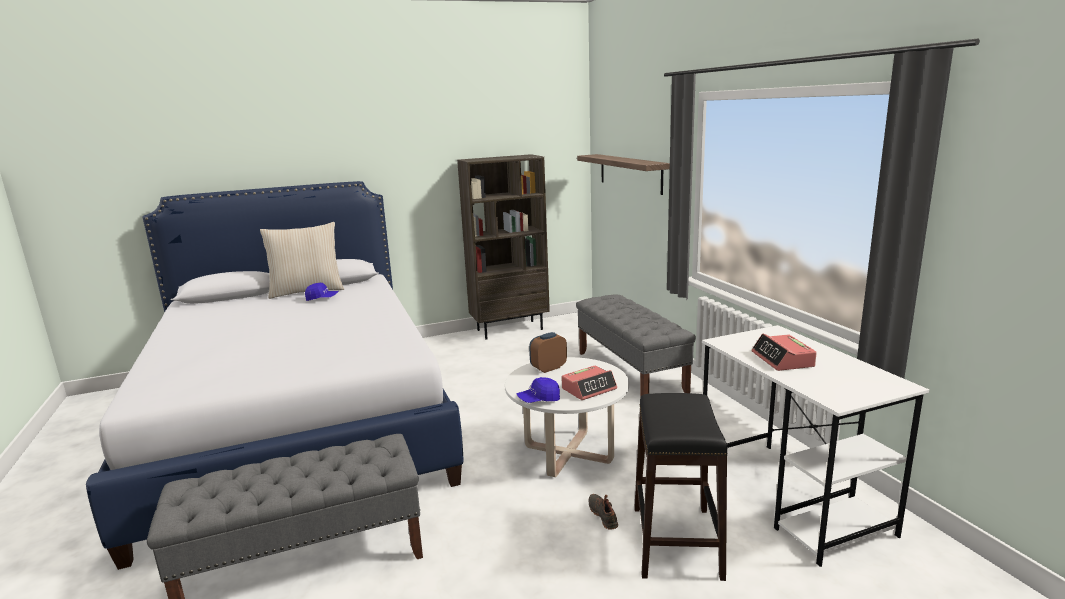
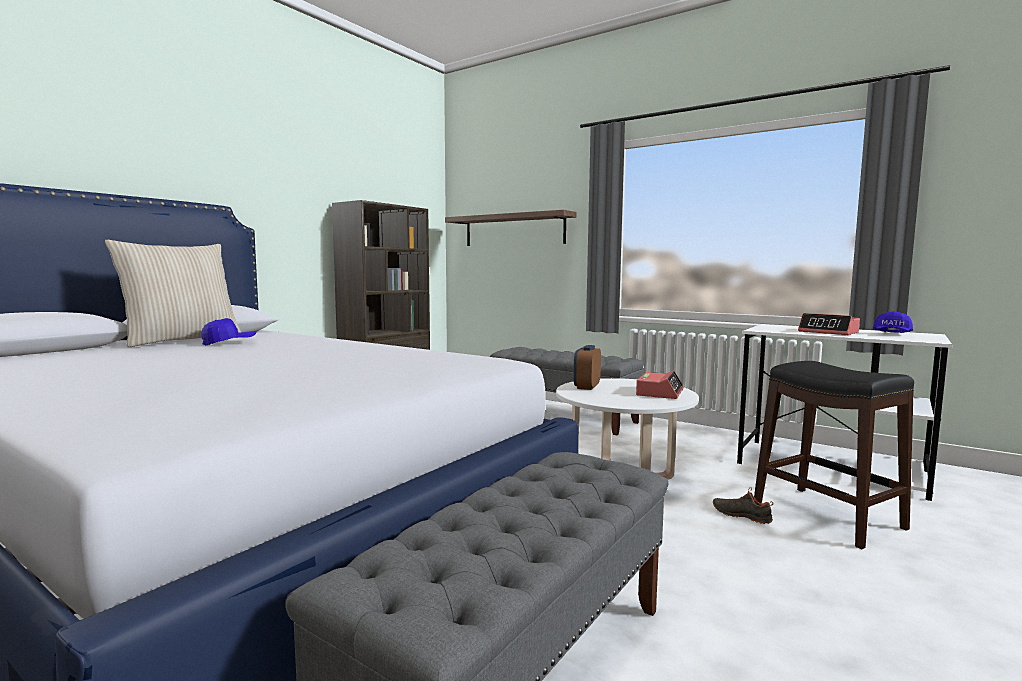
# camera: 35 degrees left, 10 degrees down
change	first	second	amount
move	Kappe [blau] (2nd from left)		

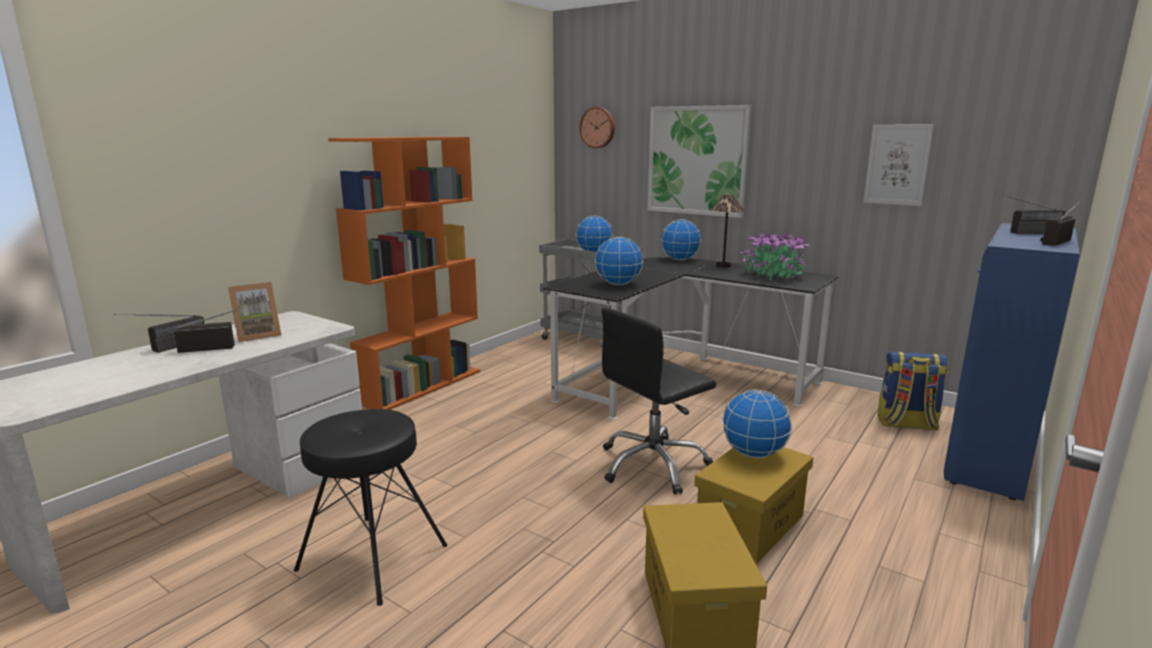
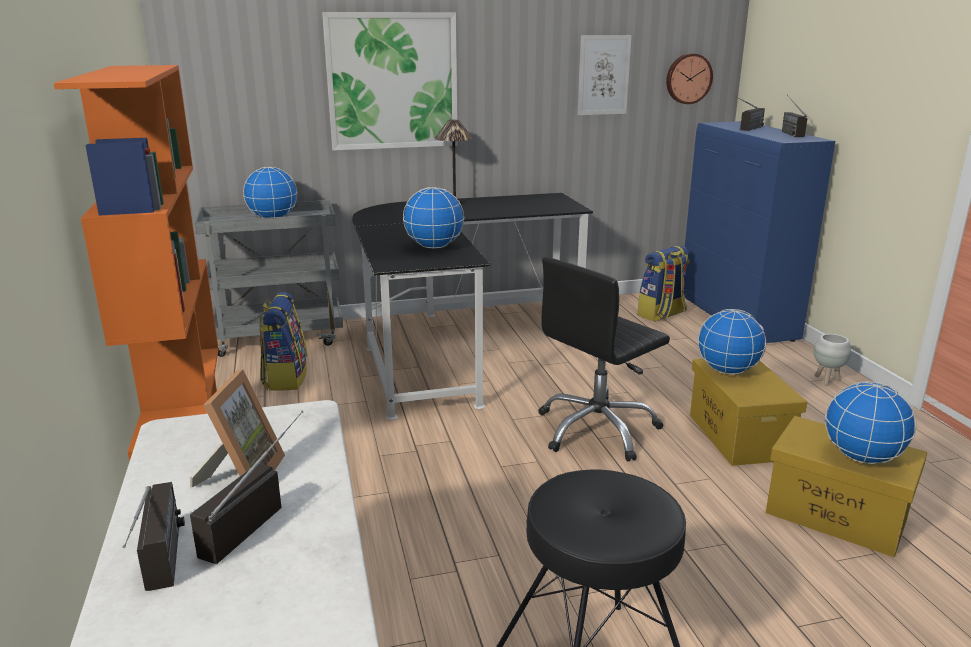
# camera: 50 degrees left, 5 degrees up
change	first	second	amount
delete	Topfpflanze		
insert		Rucksack (1st from left)	
insert		Pflanzkübel [weiß]	
move	Wanduhr		
move	Globus (3rd from left in the first image)	Globus (4th from left)	
rotate	Bürostuhl [schwarz]		45 degrees clockwise

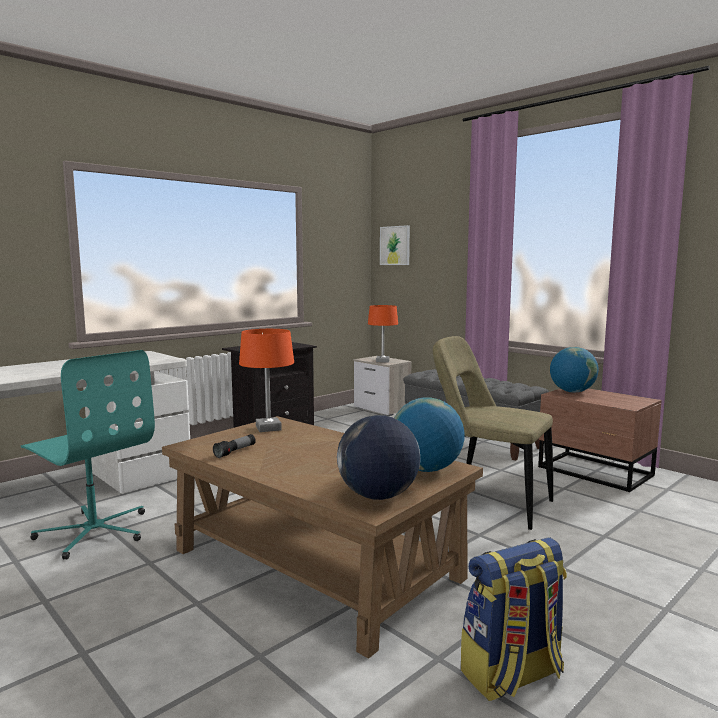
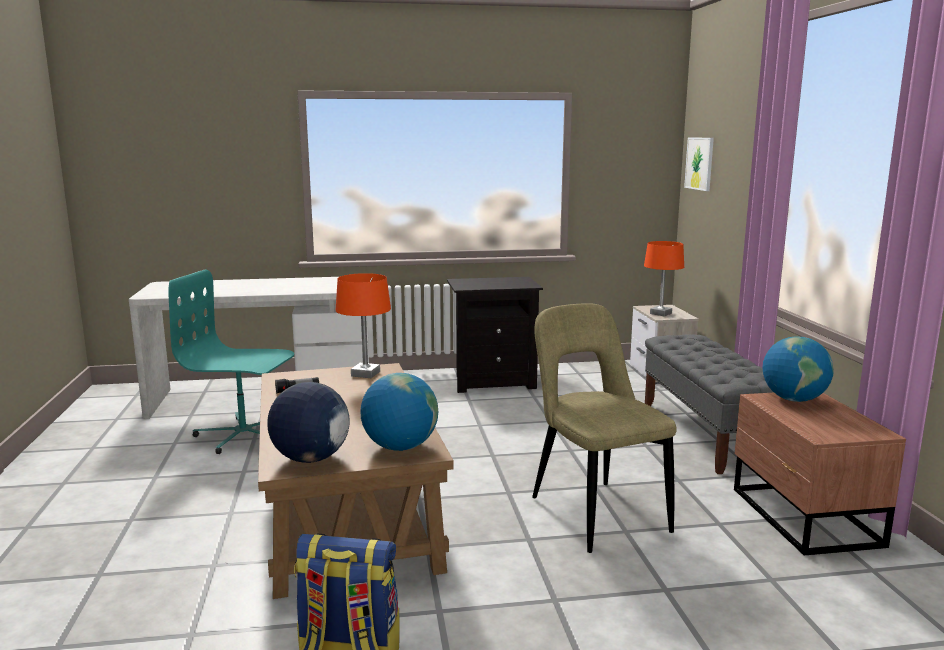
# camera: 35 degrees right, 5 degrees up
change	first	second	amount
rotate	Bürostuhl [türkis]		120 degrees clockwise

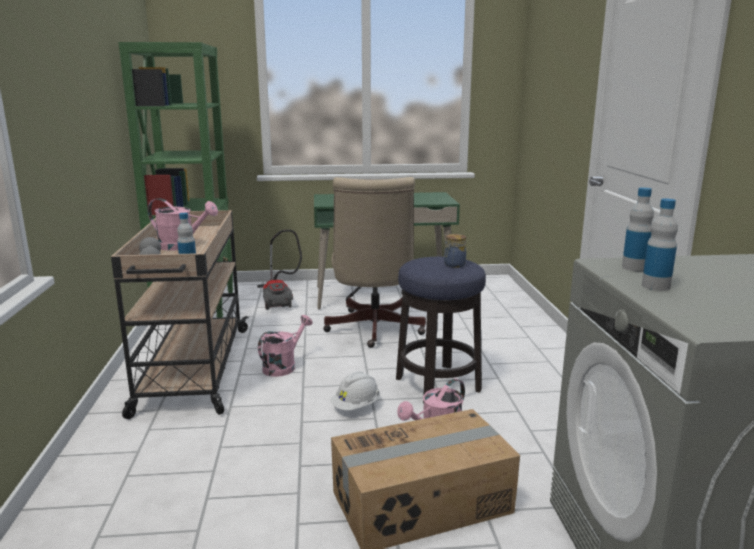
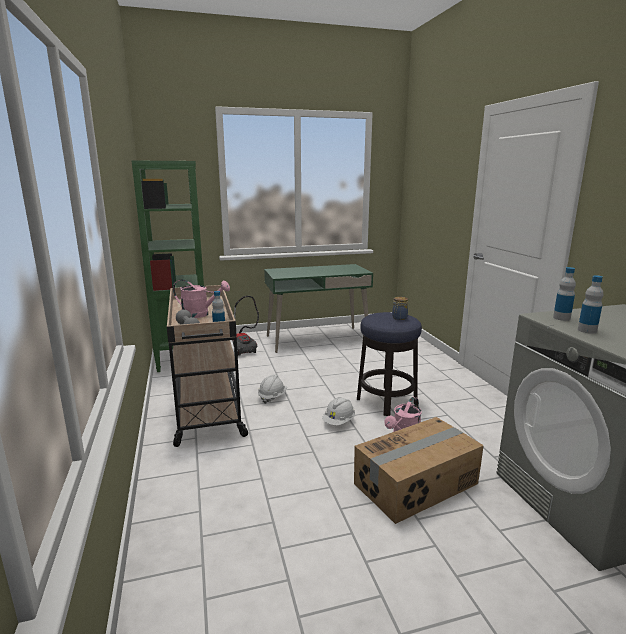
# camera: 10 degrees left, 0 degrees up
change	first	second	amount
delete	Bürostuhl [beige]		
replace	Gießkanne [rosa] (2nd from left)	Schutzhelm [weiß] (1st from left)	

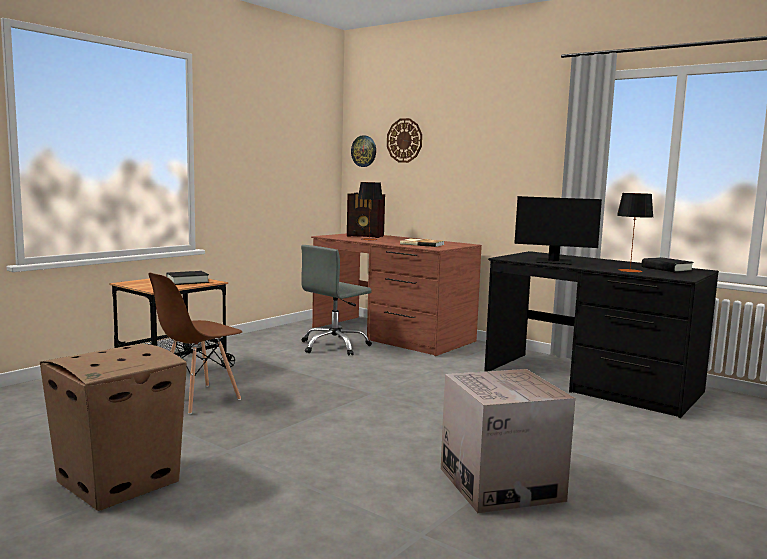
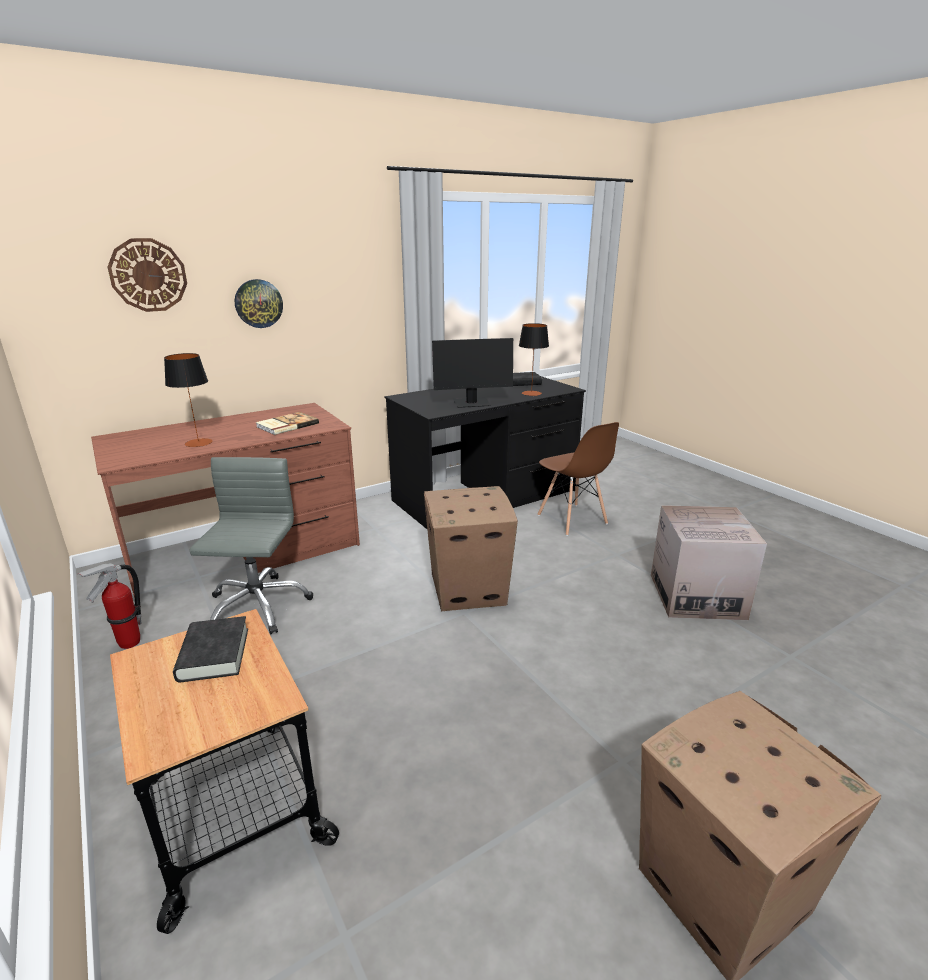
# camera: 70 degrees left, 15 degrees up
change	first	second	amount
delete	Radio		
insert		Feuerlöscher	
insert		Karton (1st from left)	
move	Stuhl [braun]		
move	Wanduhr (1st from left in the first image)	Wanduhr (2nd from left)	
rotate	Bürostuhl [grau]		150 degrees counterclockwise
rotate	Monitor		45 degrees clockwise

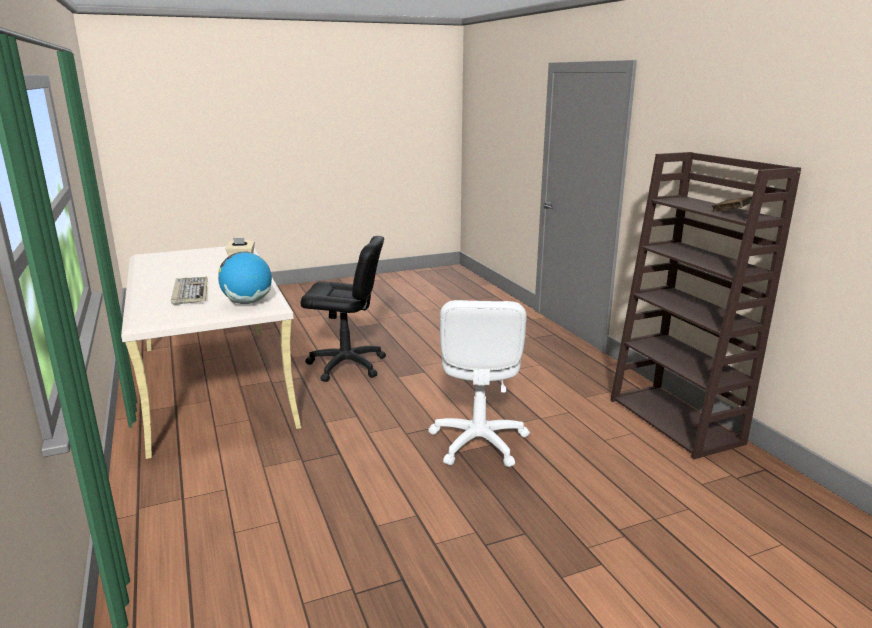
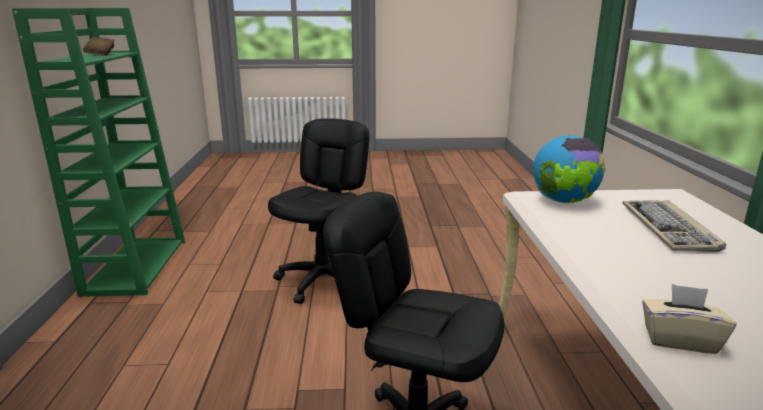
# camera: 160 degrees left, 0 degrees up
change	first	second	amount
recolor	Bürostuhl [weiß]	Bürostuhl [schwarz] (1st from left)	
recolor	Bücherregal [braun]	Bücherregal [grün]	

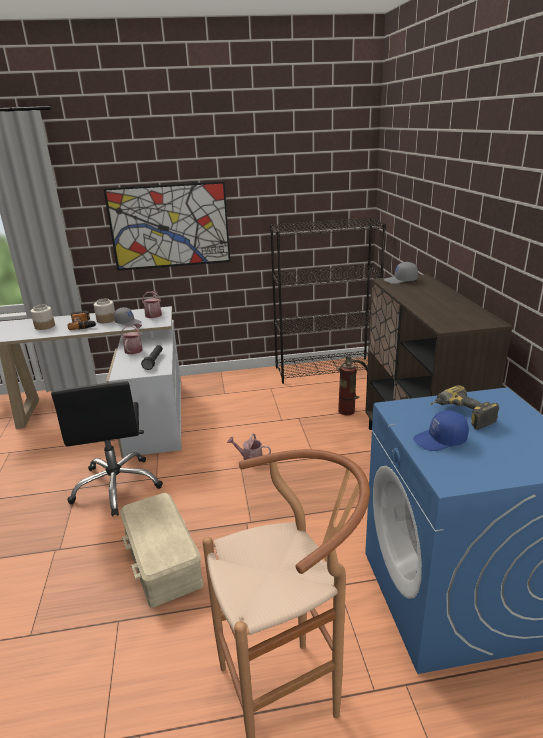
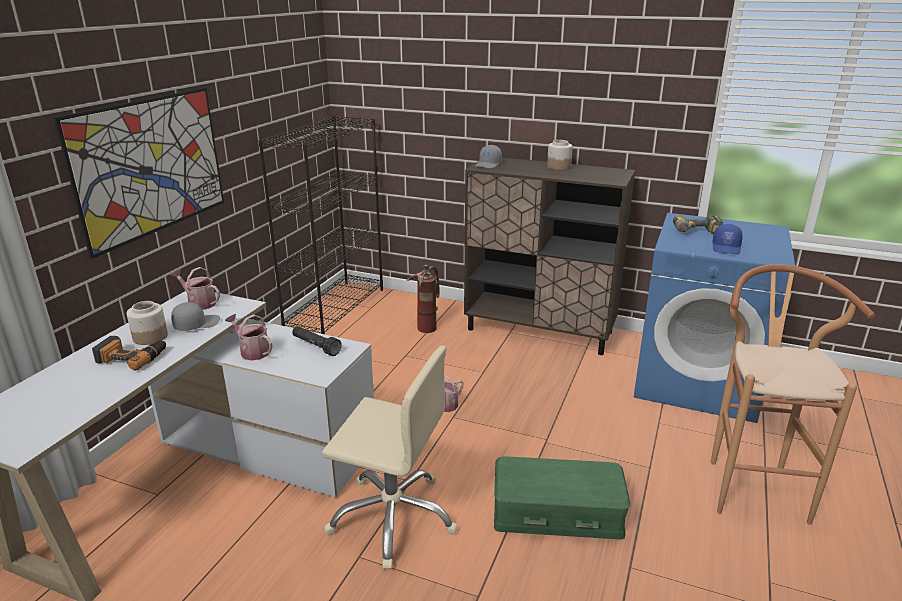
# camera: 60 degrees left, 0 degrees up
change	first	second	amount
move	Vorratsglas (1st from left in the first image)	Vorratsglas (2nd from left)	
recolor	Bürostuhl [schwarz]	Bürostuhl [beige]	
recolor	Aufbewahrungsbox [beige]	Aufbewahrungsbox [grün]	

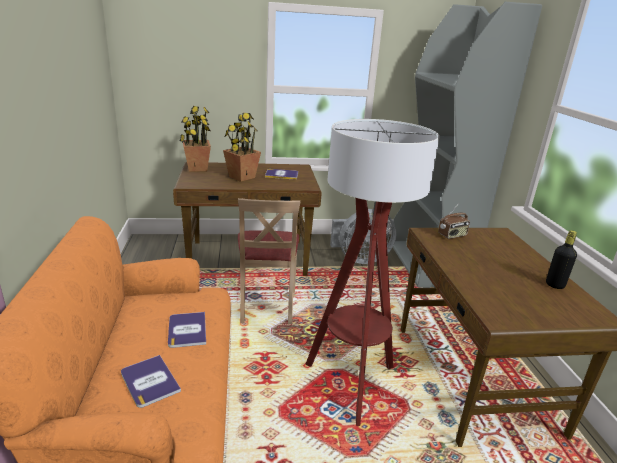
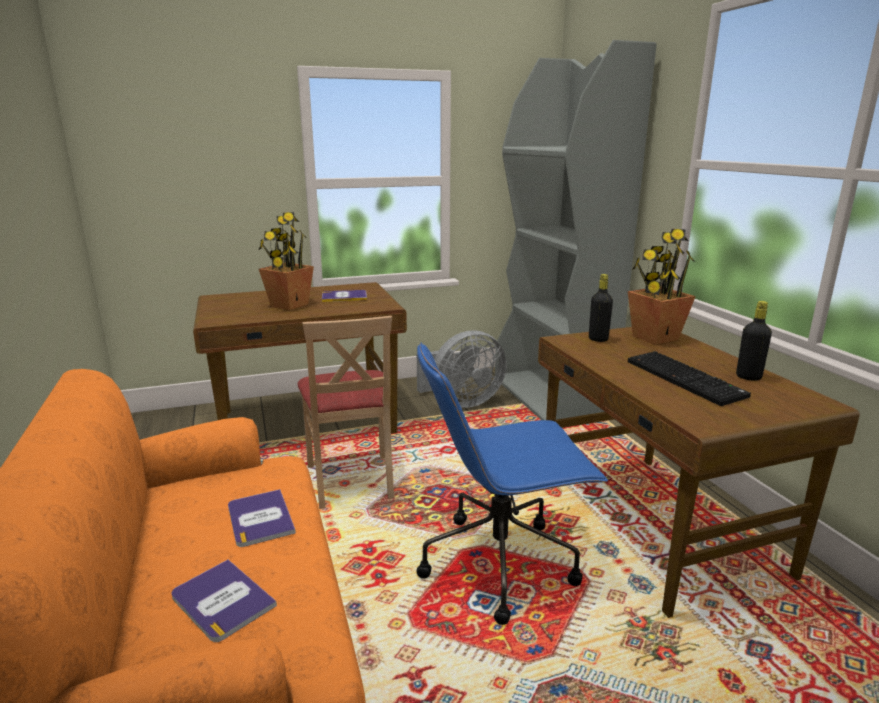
# camera: 10 degrees left, 5 degrees down
change	first	second	amount
insert		Tastatur	
move	Topfpflanze (1st from left in the first image)	Topfpflanze (2nd from left)	
replace	Stehlampe	Bürostuhl [blau]	
replace	Radio	Flasche [schwarz] (1st from left)	

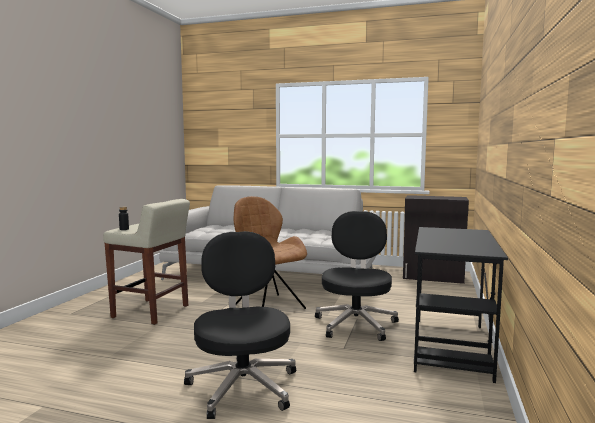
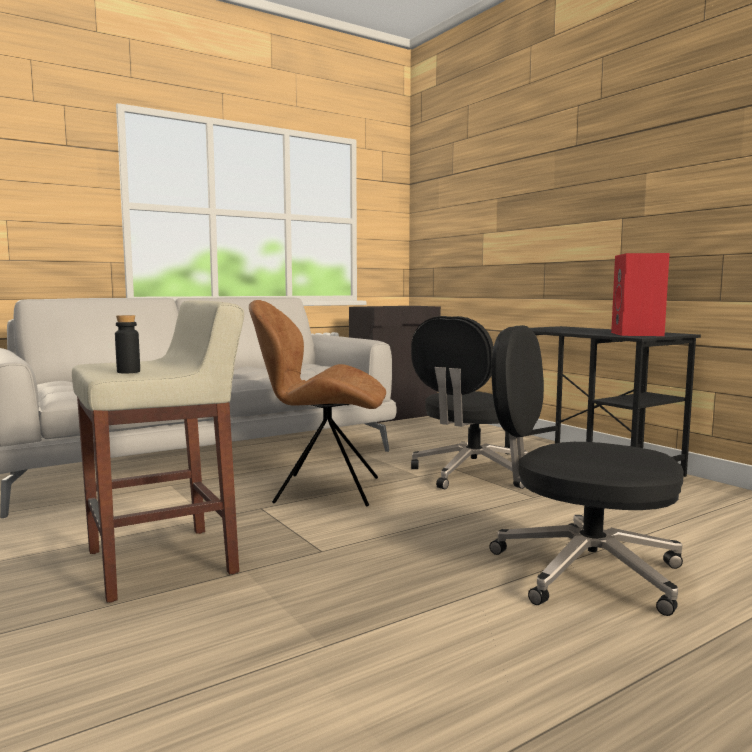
# camera: 50 degrees left, 0 degrees up
change	first	second	amount
insert		Lautsprecher [rot]	
rotate	Bürostuhl [schwarz] (2nd from left in the first image)	Bürostuhl [schwarz] (1st from left)	105 degrees counterclockwise

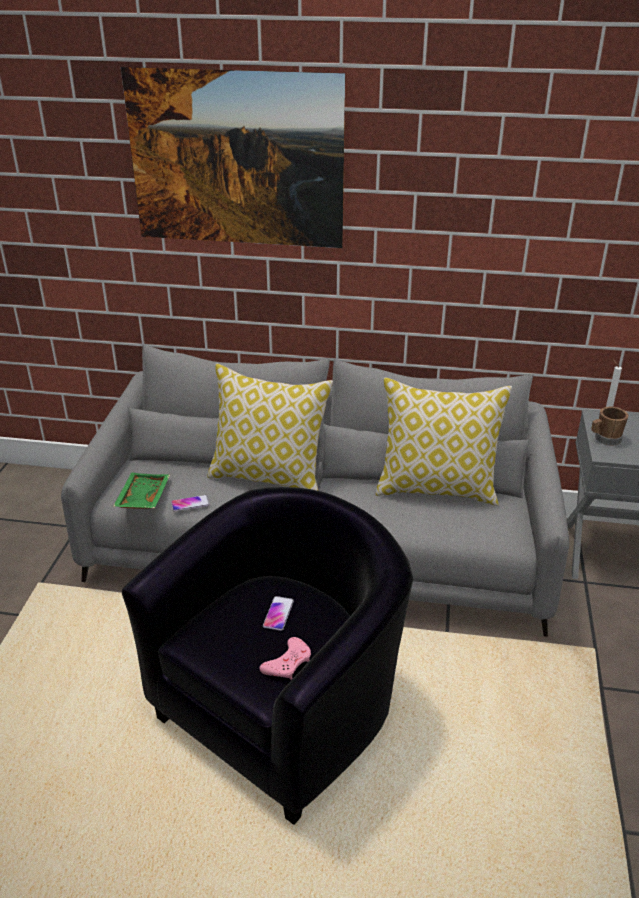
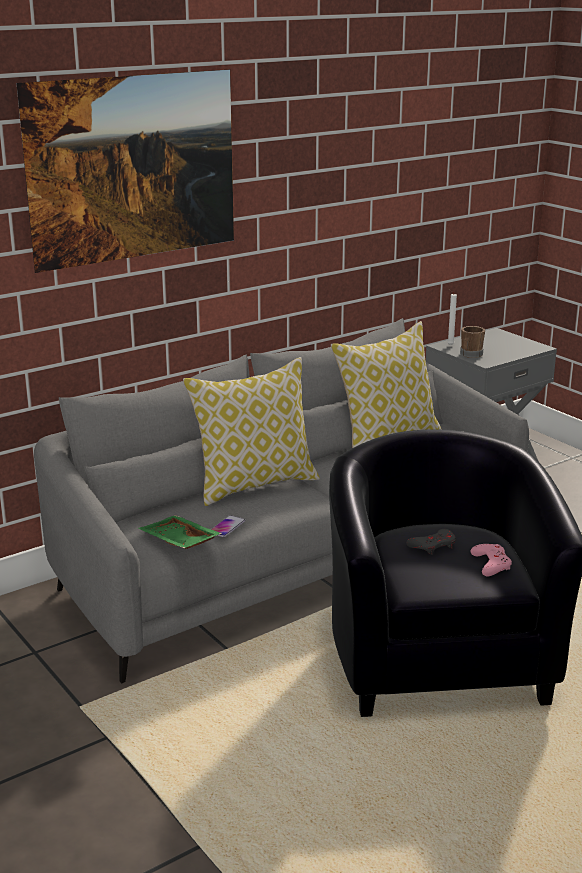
# camera: 45 degrees left, 10 degrees down
change	first	second	amount
replace	Handy (2nd from left)	Gamepad [grau]	

